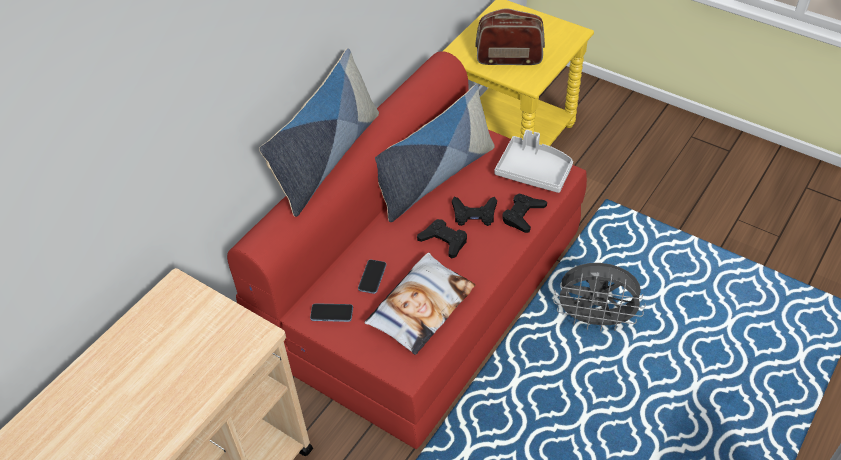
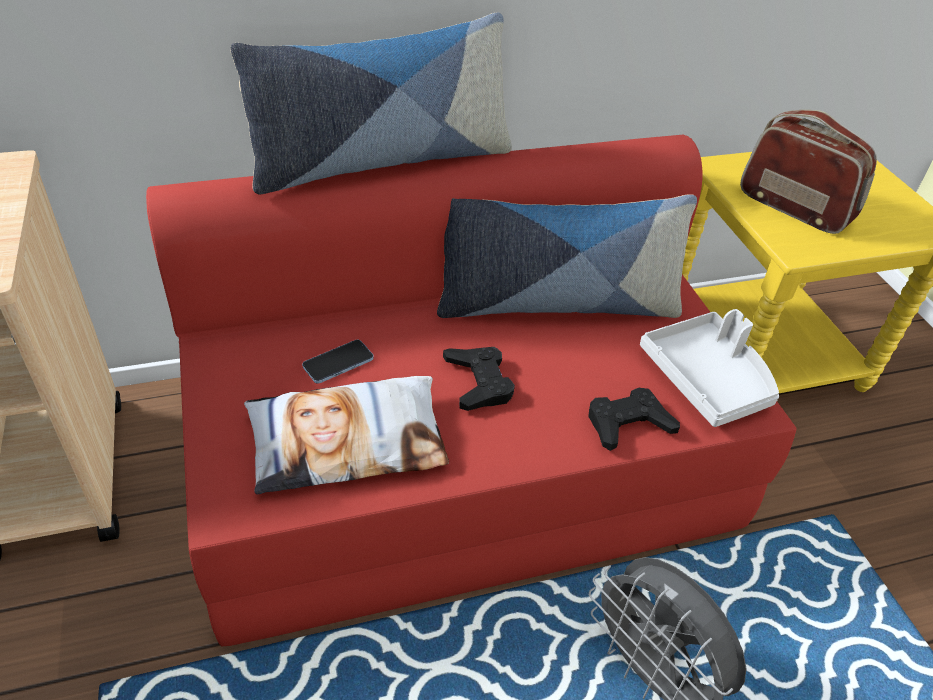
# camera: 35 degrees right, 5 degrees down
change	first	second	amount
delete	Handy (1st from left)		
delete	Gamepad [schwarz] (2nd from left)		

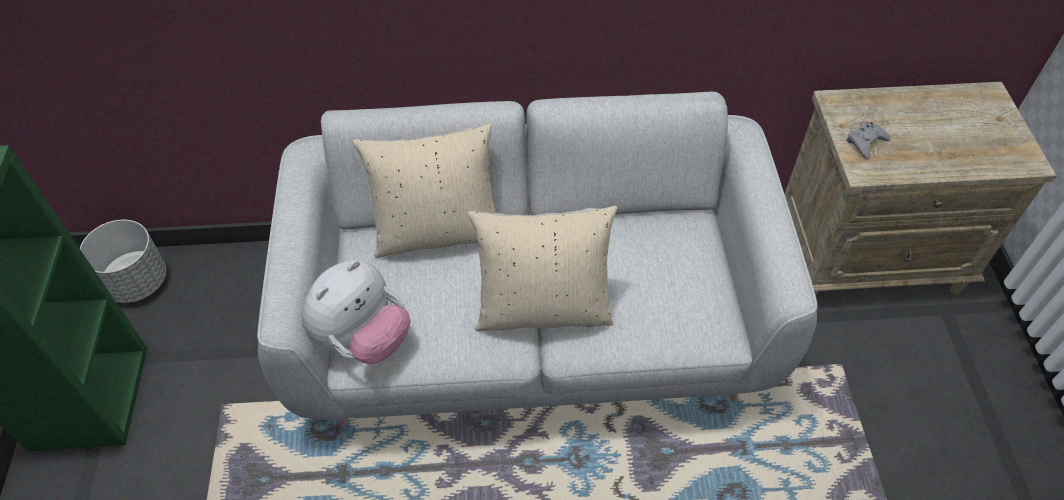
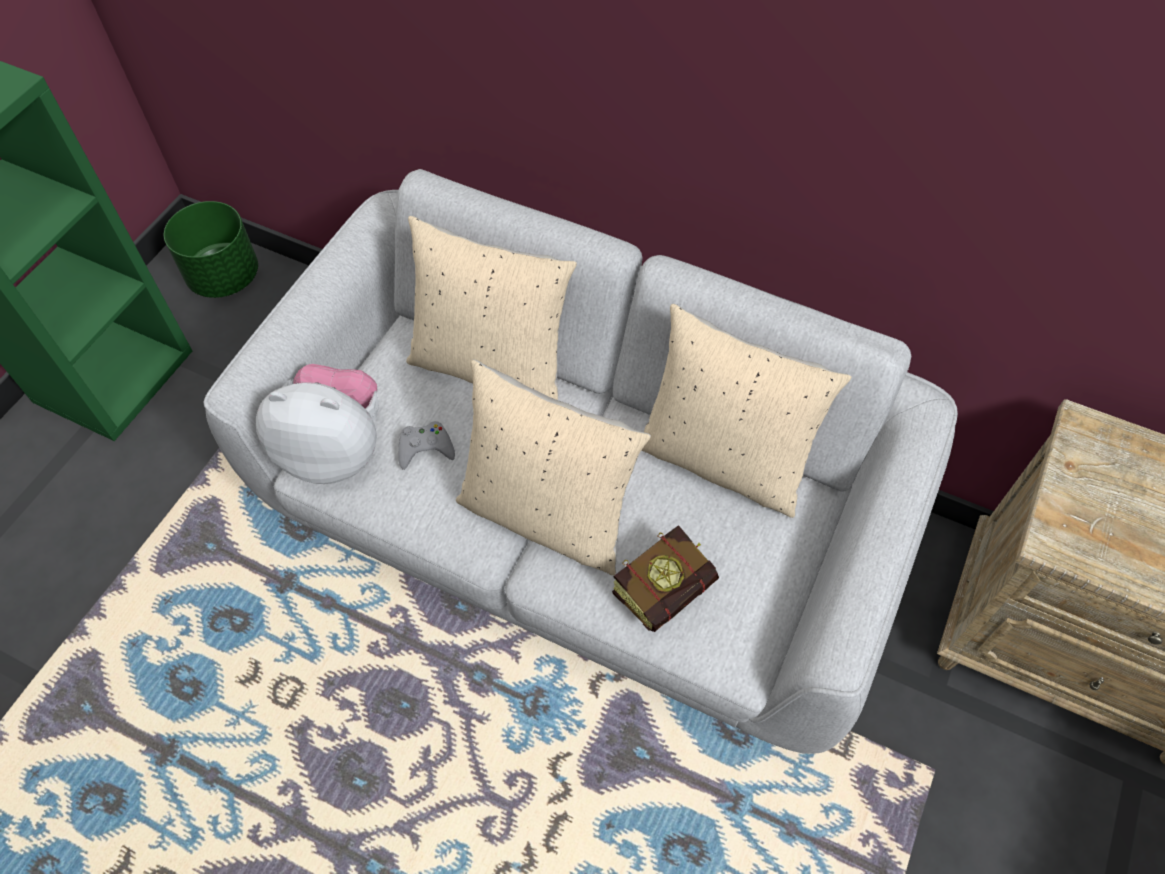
# camera: 30 degrees right, 5 degrees up
change	first	second	amount
insert		Buch	
insert		Kissen [beige] (3rd from left)	
move	Gamepad [grau]		
recolor	Pflanzkübel [grau]	Pflanzkübel [grün]	
rotate	Plüschtier		150 degrees counterclockwise

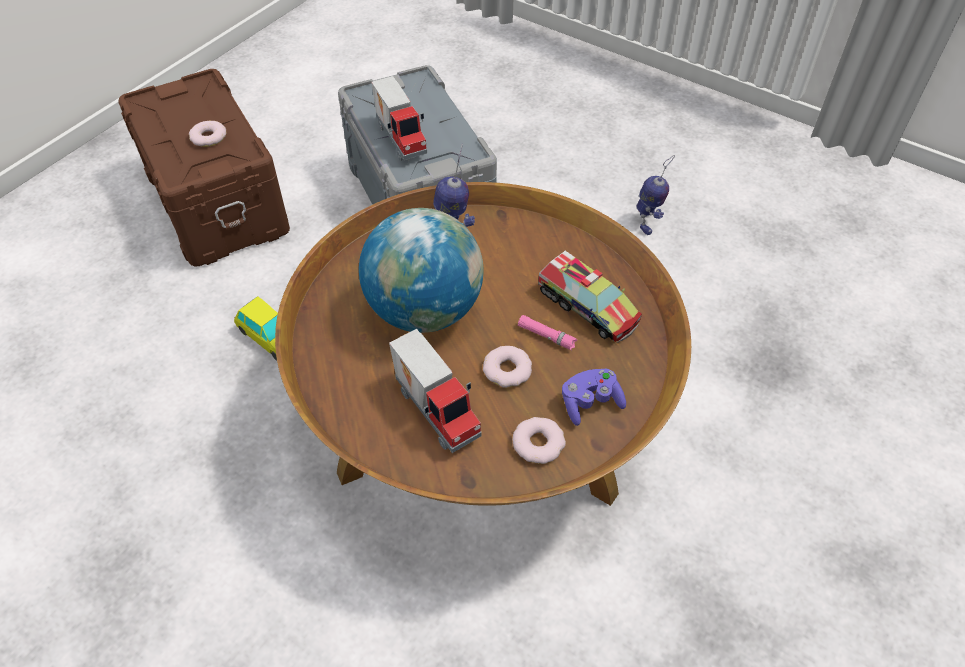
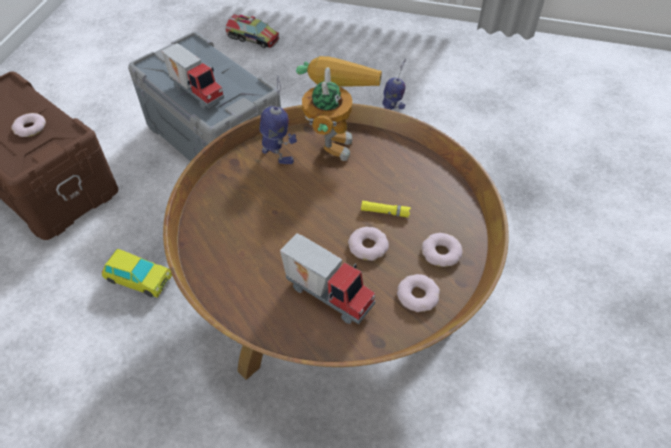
# camera: 20 degrees left, 0 degrees up
change	first	second	amount
delete	Globus		
insert		Spielzeugroboter (2nd from left)	
move	Spielzeuglaster (3rd from left in the first image)	Spielzeuglaster (2nd from left)	
replace	Gamepad [lila]	Donut (4th from left)	
recolor	Taschenlampe [rosa]	Taschenlampe [gelb]	

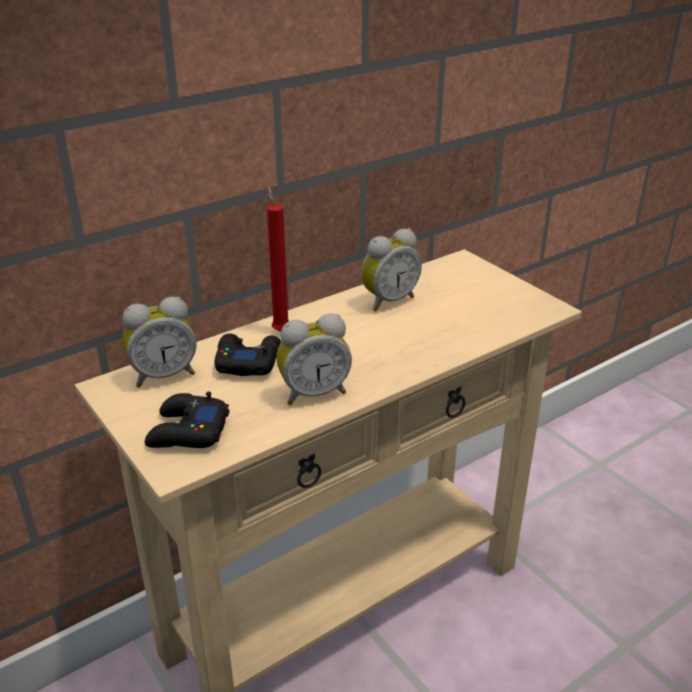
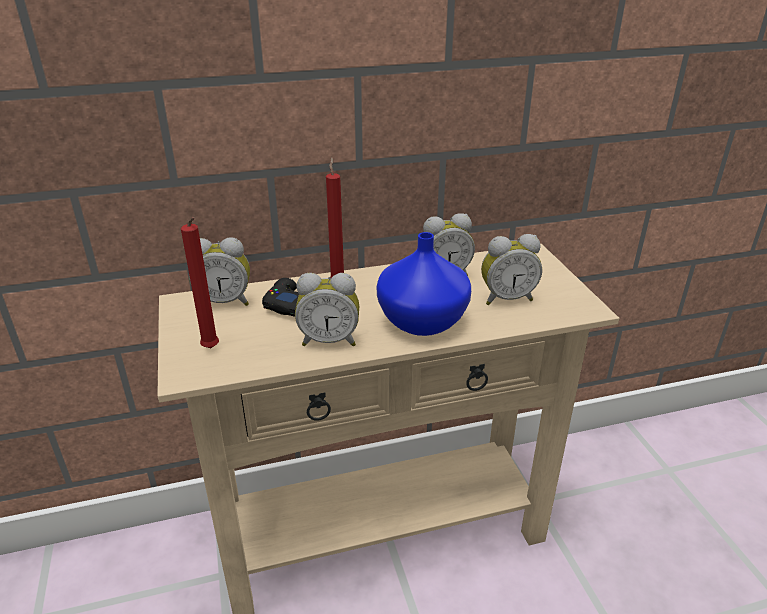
# camera: 20 degrees right, 0 degrees up
change	first	second	amount
insert		Vase [blau]	
insert		Wecker (4th from left)	
replace	Gamepad [schwarz] (1st from left)	Kerze [rot] (1st from left)	

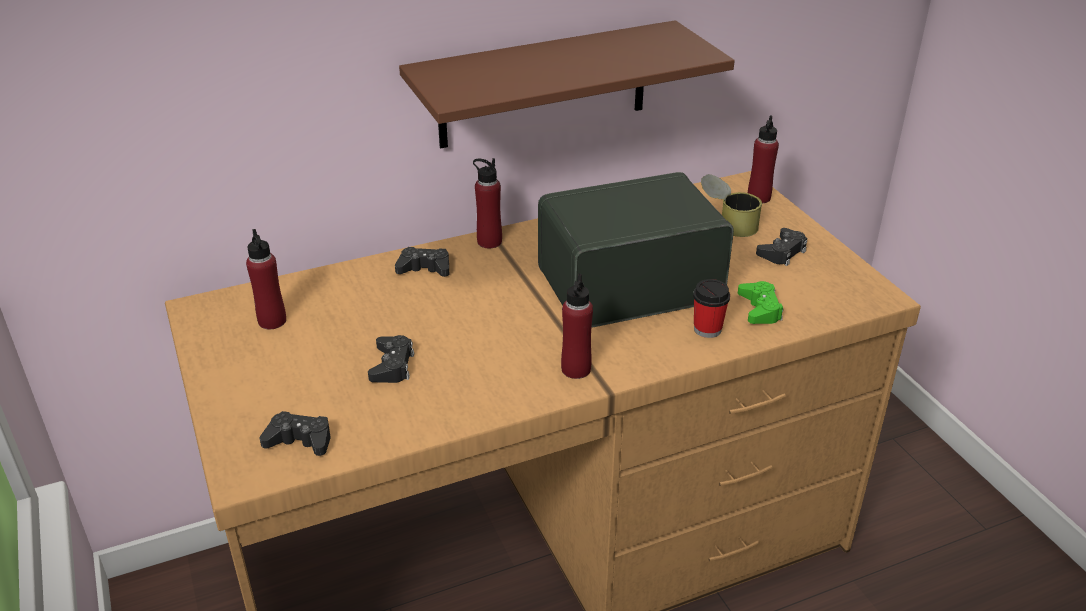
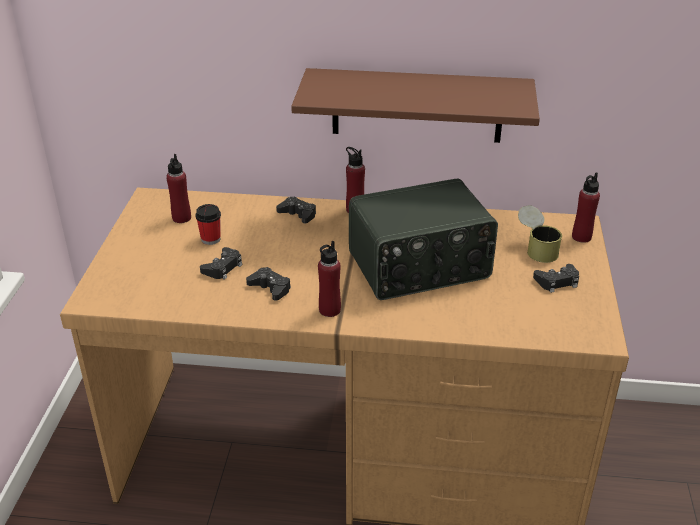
# camera: 30 degrees right, 0 degrees up
change	first	second	amount
delete	Gamepad [grün]		
move	Gamepad [schwarz] (1st from left in the first image)	Gamepad [schwarz] (2nd from left)	
move	Tasse		
rotate	Radio		150 degrees clockwise

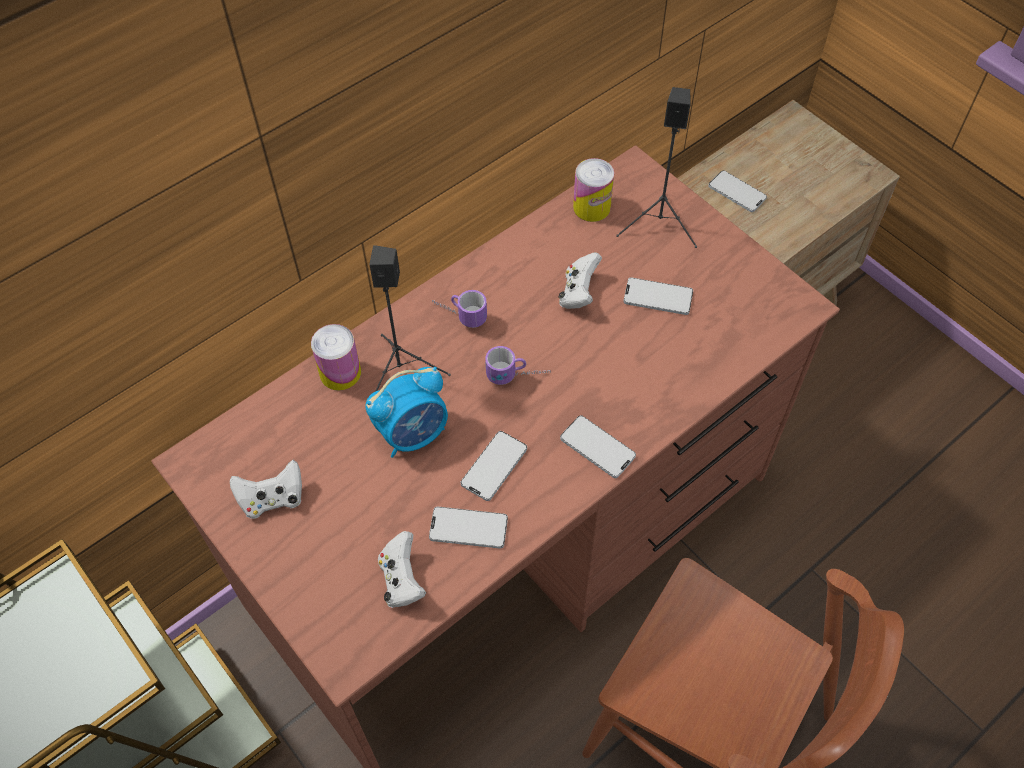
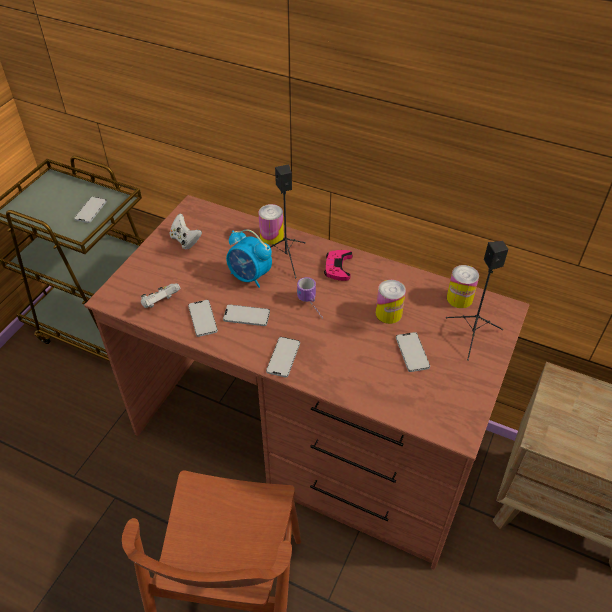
# camera: 65 degrees right, 10 degrees down
change	first	second	amount
move	Handy (5th from left in the first image)	Handy (1st from left)	
replace	Henkelbecher (1st from left)	Gamepad [rosa]	
replace	Gamepad [weiß] (3rd from left)	Dose (2nd from left)	

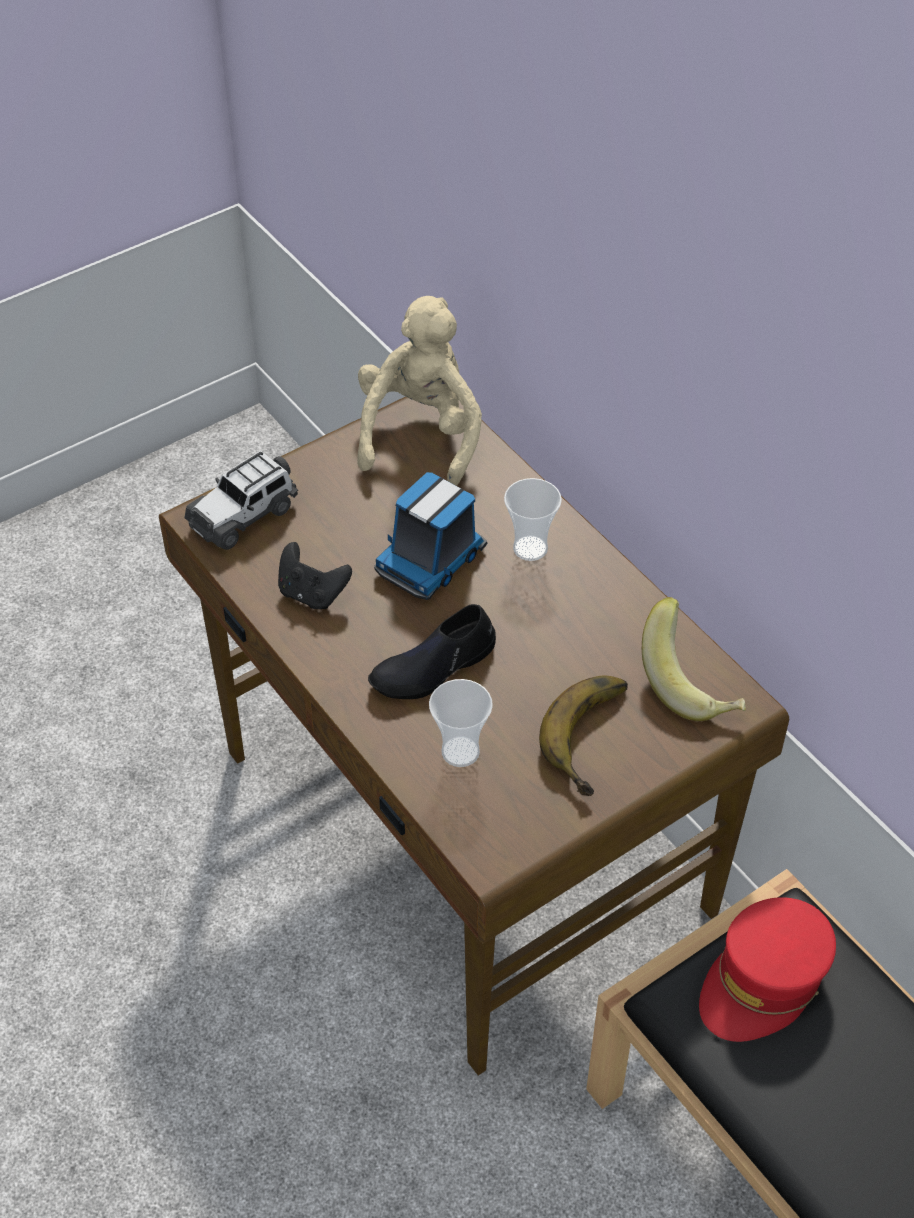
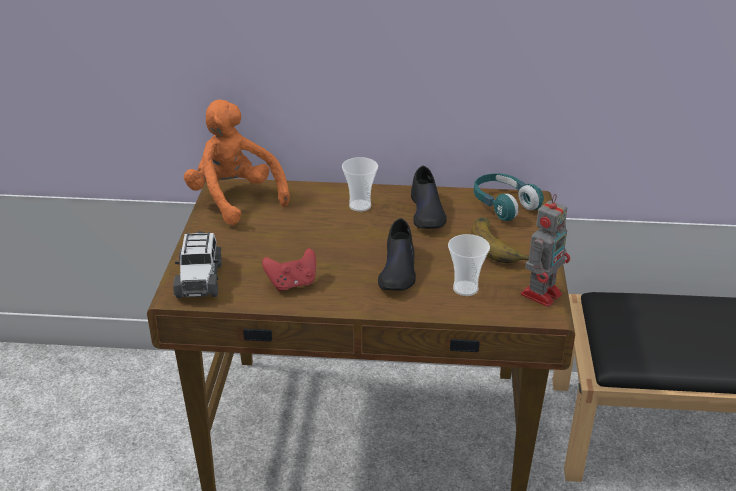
# camera: 50 degrees left, 15 degrees down
change	first	second	amount
delete	Spielzeuglaster		
delete	Kappe [rot]		
insert		Schuh [schwarz] (2nd from left)	
insert		Spielzeugroboter	
replace	Banane (2nd from left)	Kopfhörer [türkis]	
recolor	Gamepad [schwarz]	Gamepad [rot]	
recolor	Plüschtier [beige]	Plüschtier [orange]	

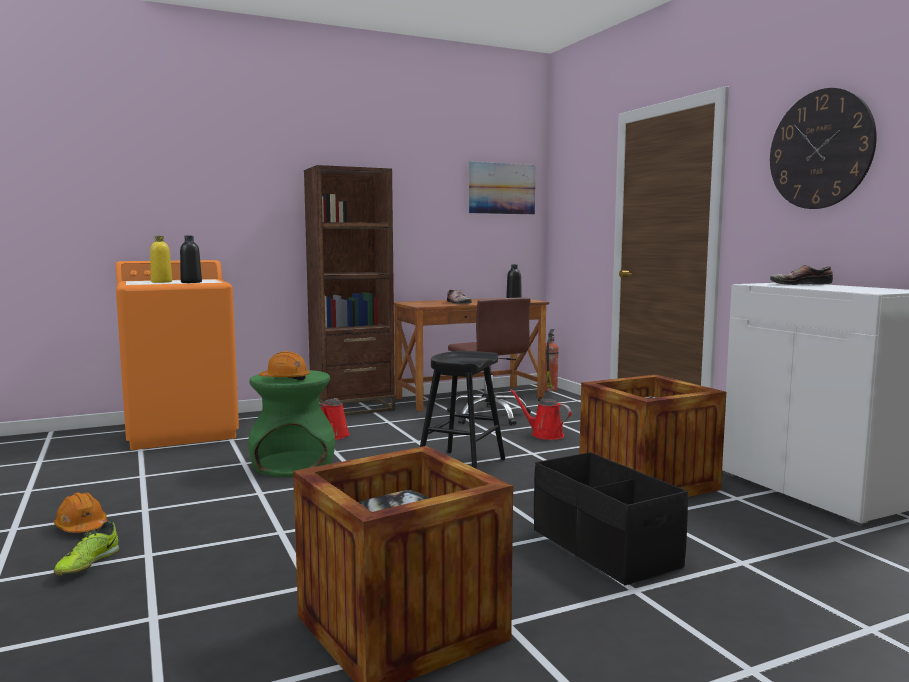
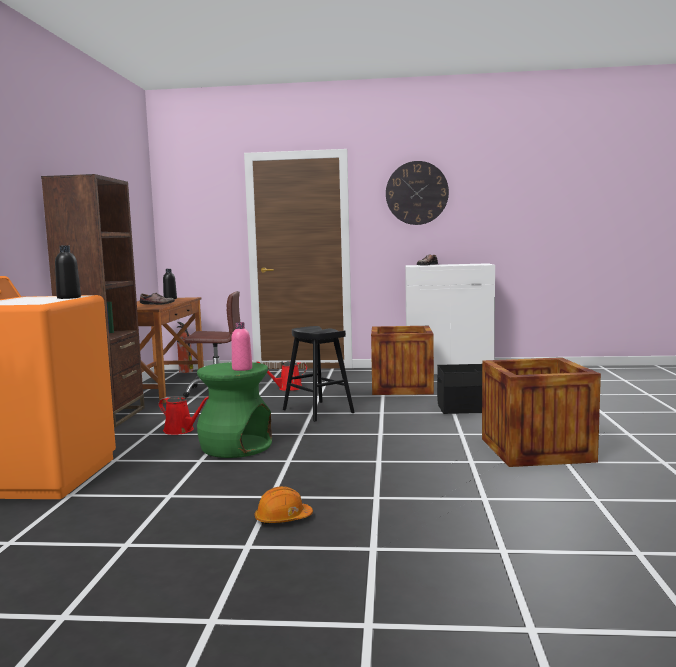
# camera: 60 degrees left, 0 degrees up
change	first	second	amount
delete	Schuh (1st from left)		
delete	Flasche [gelb]		
delete	Bild		
replace	Schutzhelm [orange] (2nd from left)	Flasche [rosa]	

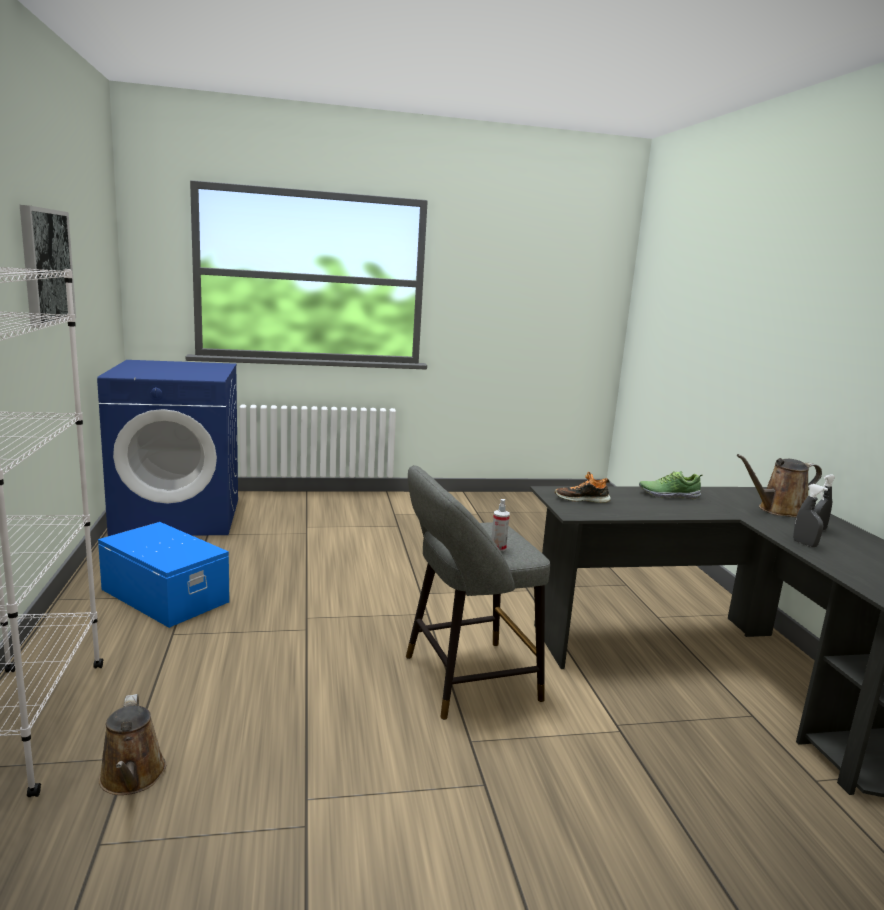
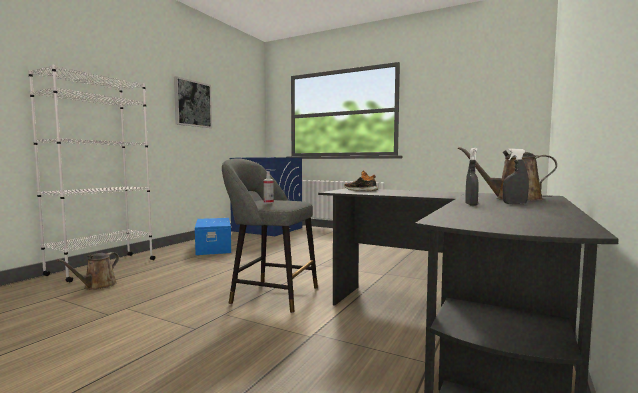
# camera: 40 degrees right, 10 degrees down
change	first	second	amount
delete	Schuh (2nd from left)		

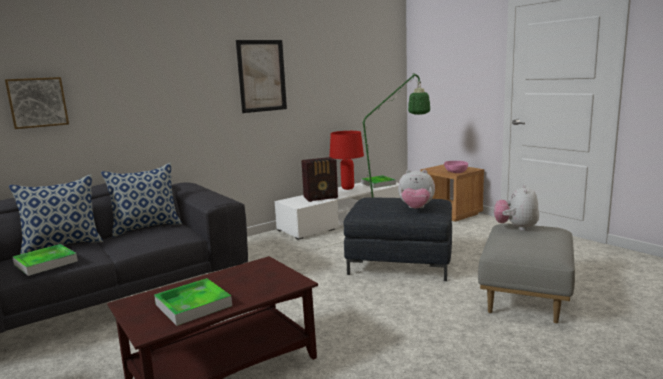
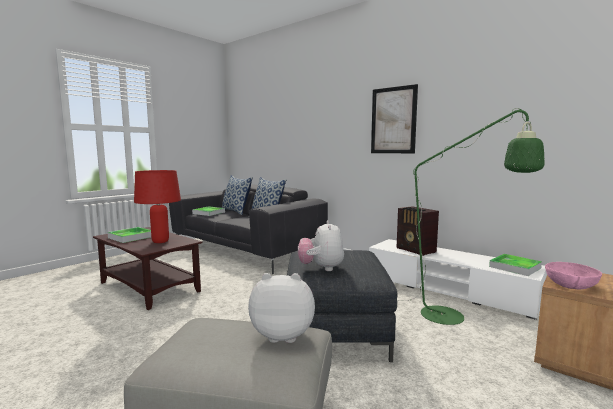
# camera: 75 degrees right, 5 degrees down
change	first	second	amount
delete	Bild (1st from left)		
move	Tischlampe [rot]		

